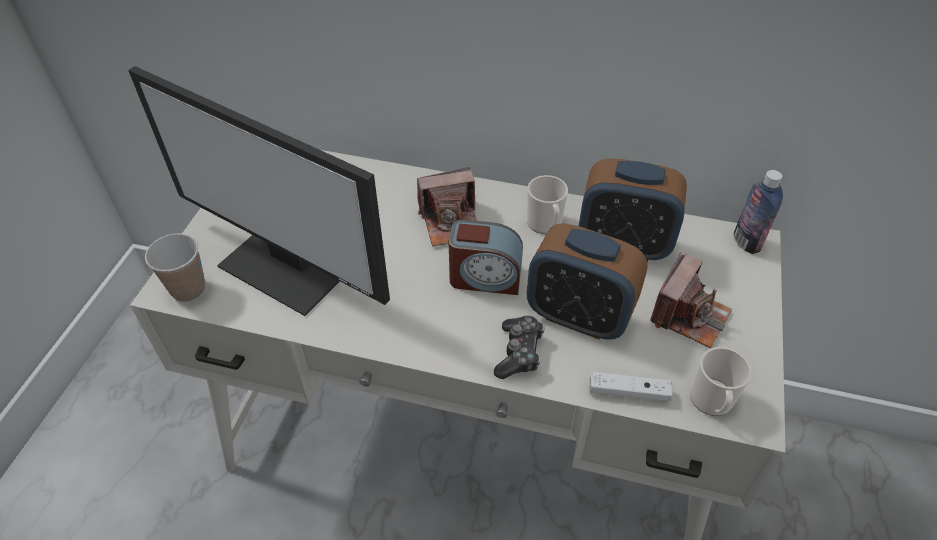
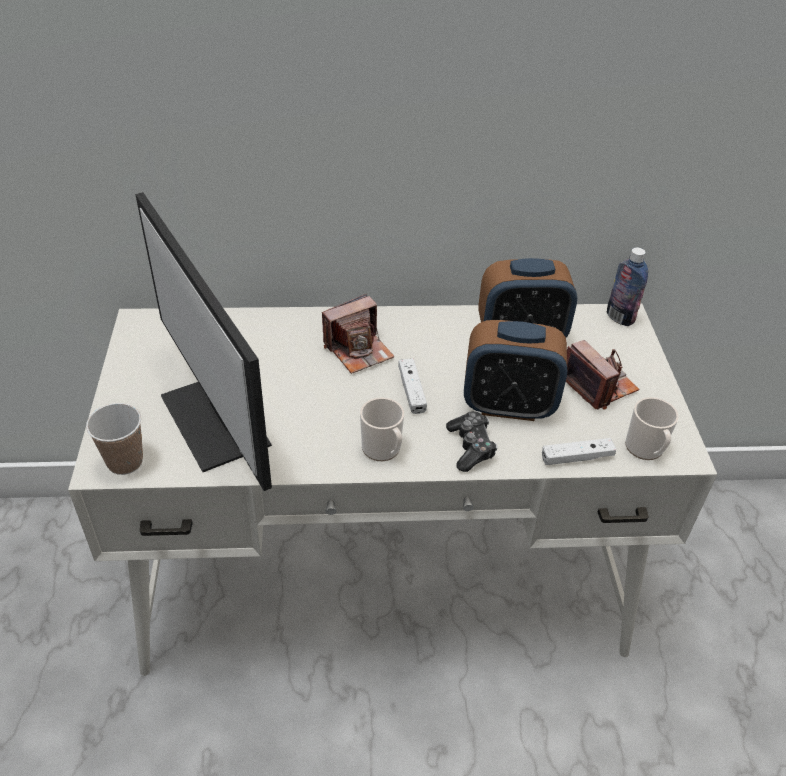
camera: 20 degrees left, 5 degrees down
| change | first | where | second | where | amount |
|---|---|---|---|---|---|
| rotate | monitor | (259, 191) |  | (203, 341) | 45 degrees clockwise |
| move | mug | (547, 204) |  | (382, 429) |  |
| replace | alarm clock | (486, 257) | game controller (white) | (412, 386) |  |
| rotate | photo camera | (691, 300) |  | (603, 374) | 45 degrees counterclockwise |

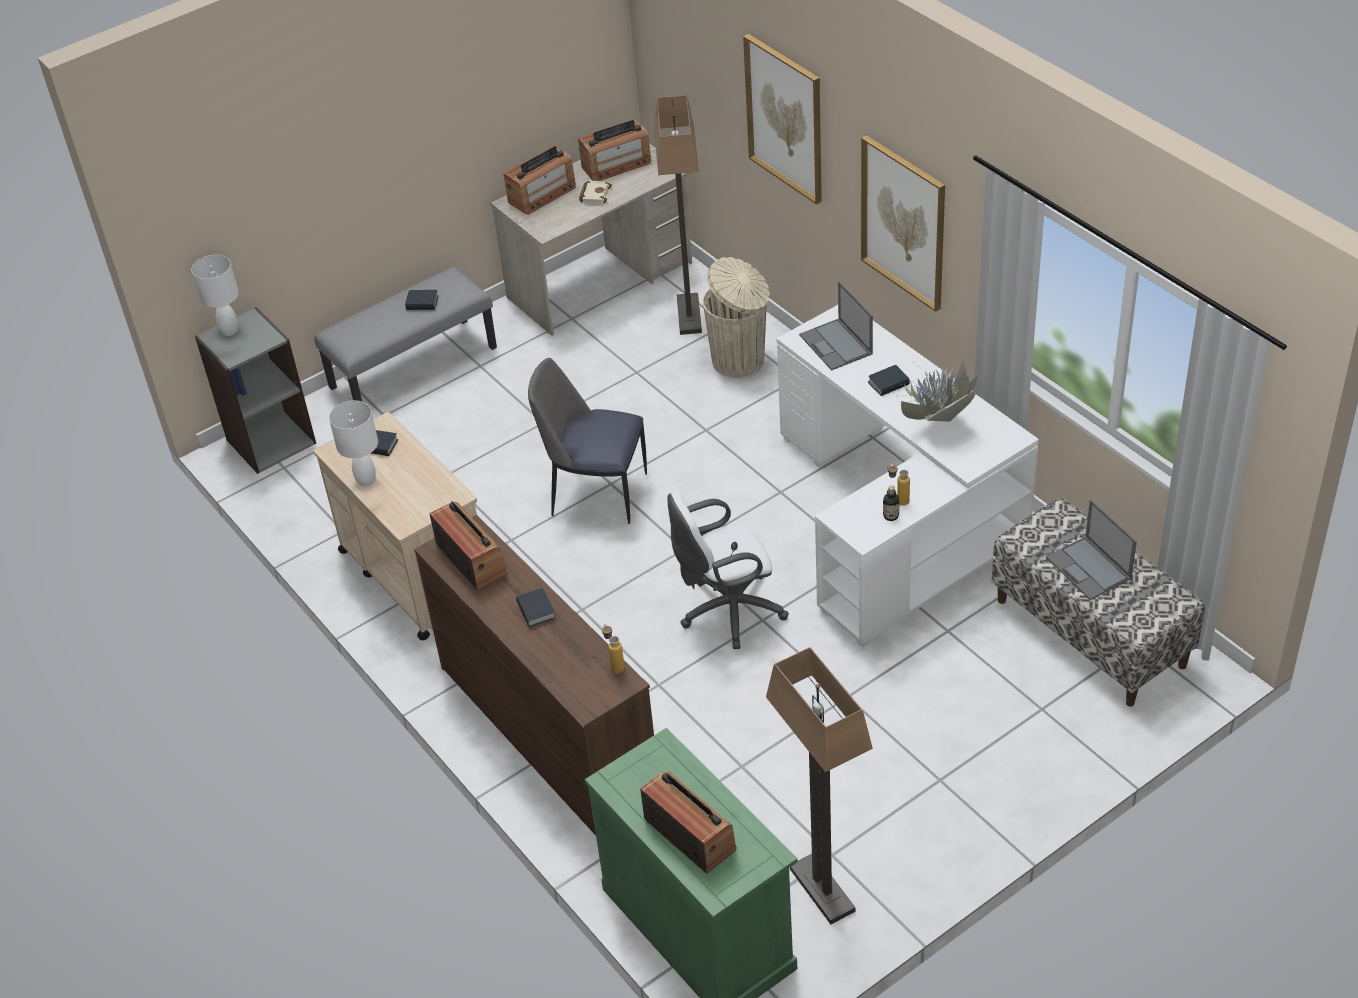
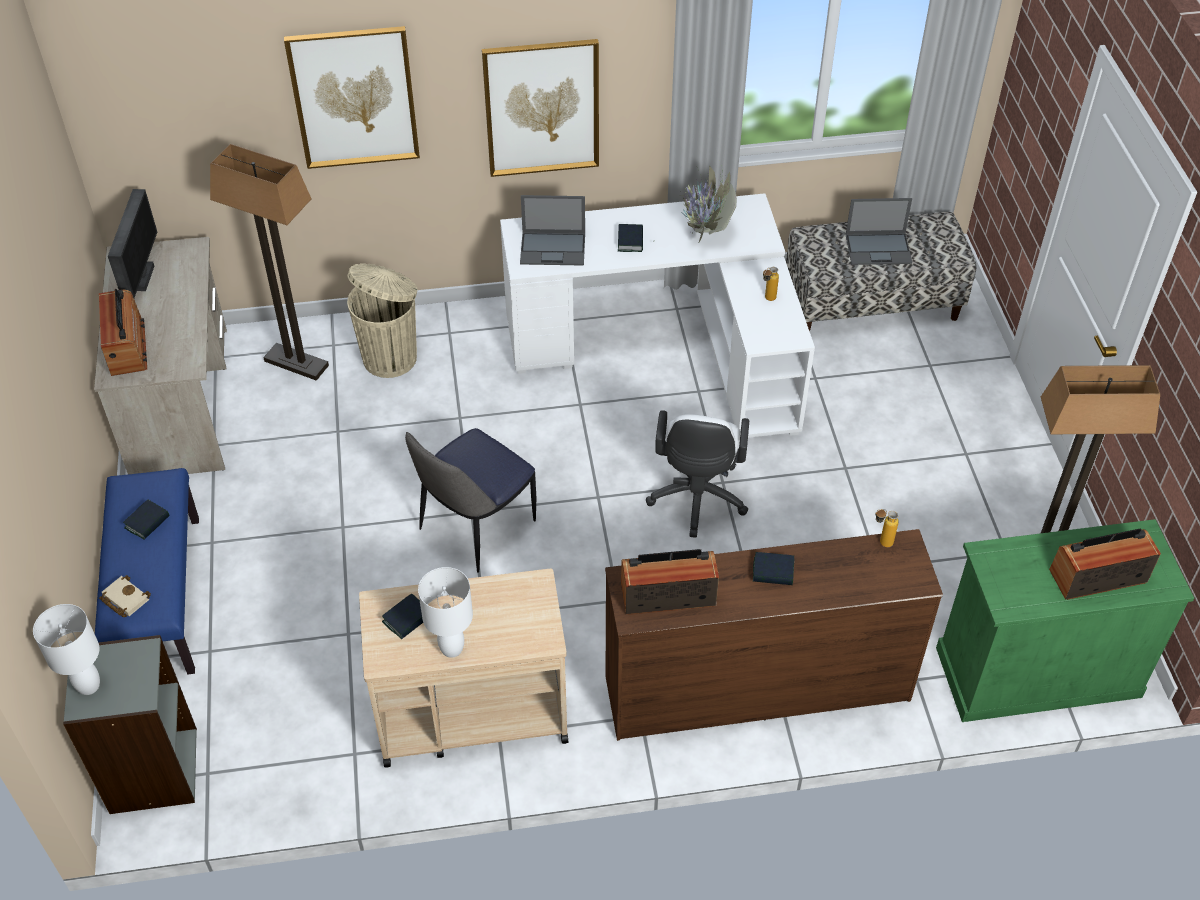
camera: 65 degrees left, 5 degrees up
| change | first | where | second | where | amount |
|---|---|---|---|---|---|
| replace | radio | (614, 150) | monitor | (132, 243) |  |
| move | book (beige) | (595, 192) |  | (125, 596) |  |
| recolor | bench (grey) | (405, 334) | bench (blue) | (147, 571) |  |
| delete | bottle | (891, 503) |  |  |  |

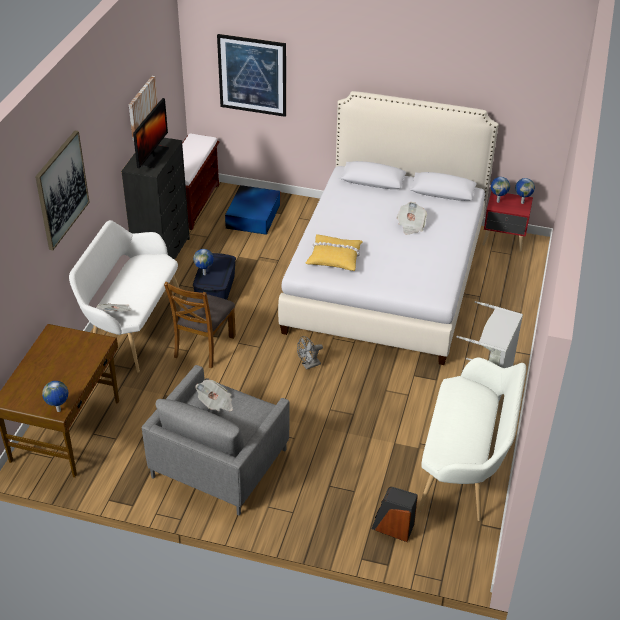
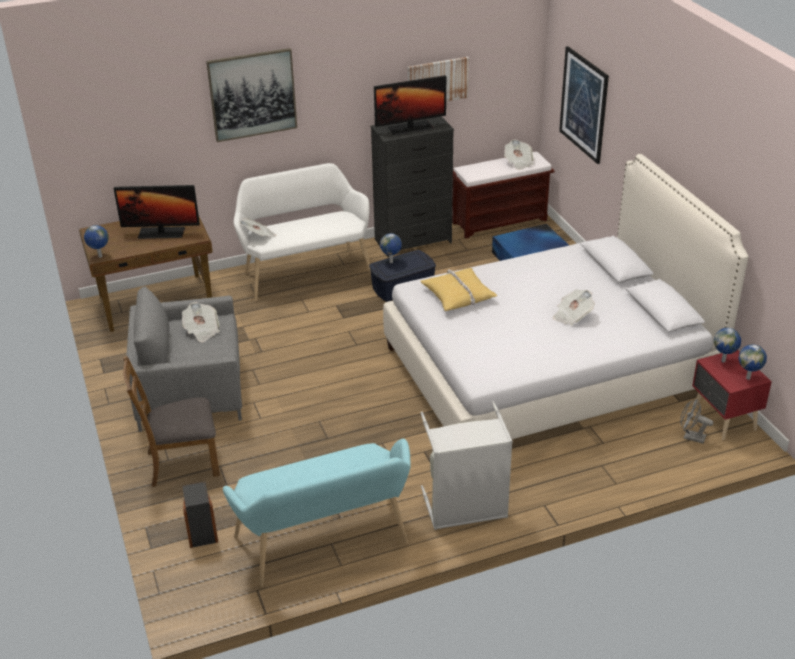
camera: 55 degrees right, 5 degrees down
| change | first | where | second | where | amount |
|---|---|---|---|---|---|
| move | chair (brown) | (200, 325) |  | (171, 421) |  |
| move | fan (grey) | (310, 353) |  | (696, 421) |  |
| recolor | bench (white) | (471, 439) | bench (turquoise) | (317, 513) |  |
| insert |  |  | newspaper | (519, 154) |  |
| insert |  |  | monitor | (157, 212) |  |

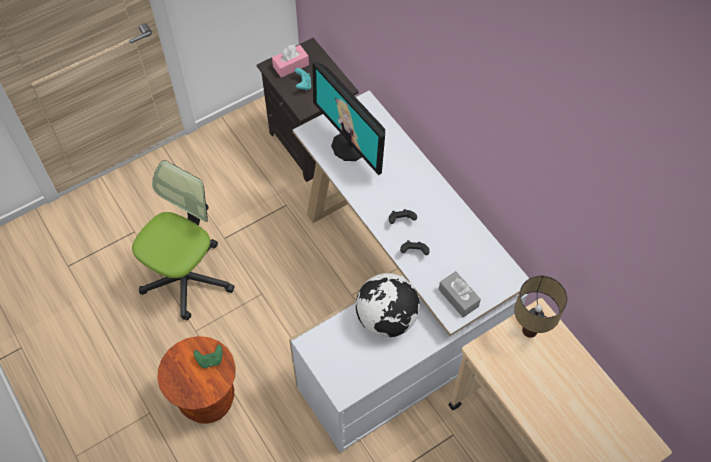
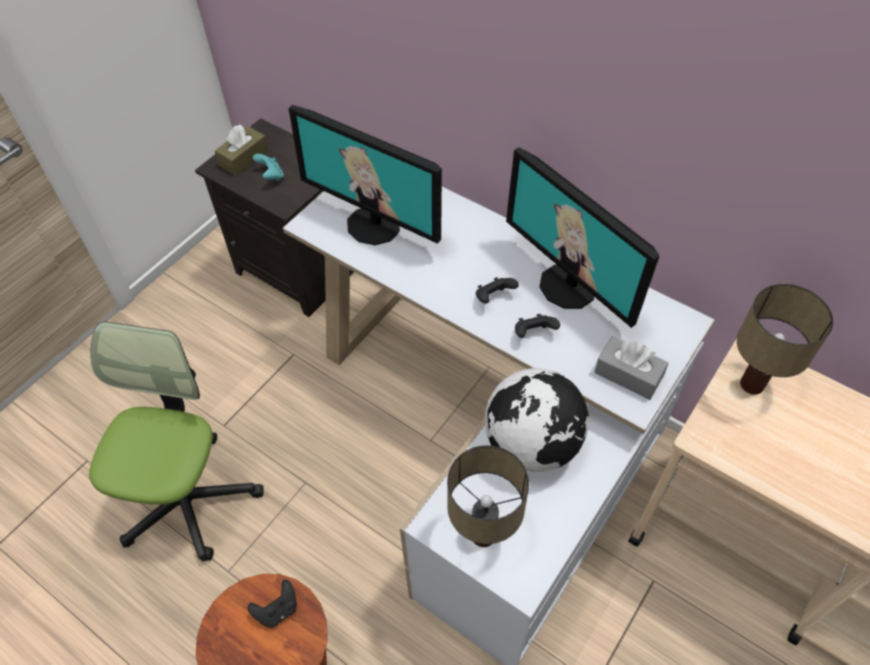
camera: 20 degrees left, 5 degrees down
| change | first | where | second | where | amount |
|---|---|---|---|---|---|
| recolor | tissue box (pink) | (290, 61) | tissue box (brown) | (242, 150) |  |
| recolor | game controller (green) | (208, 356) | game controller (black) | (272, 604) |  |
| insert |  |  | monitor | (582, 237) |  |
| insert |  |  | table lamp | (488, 496) |  |

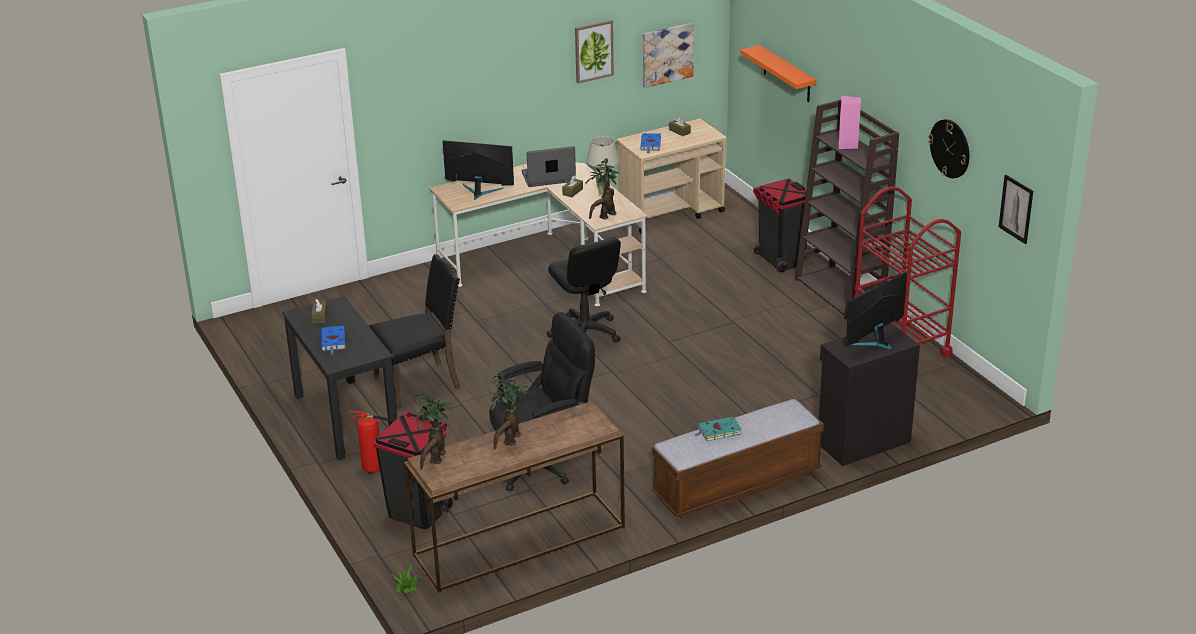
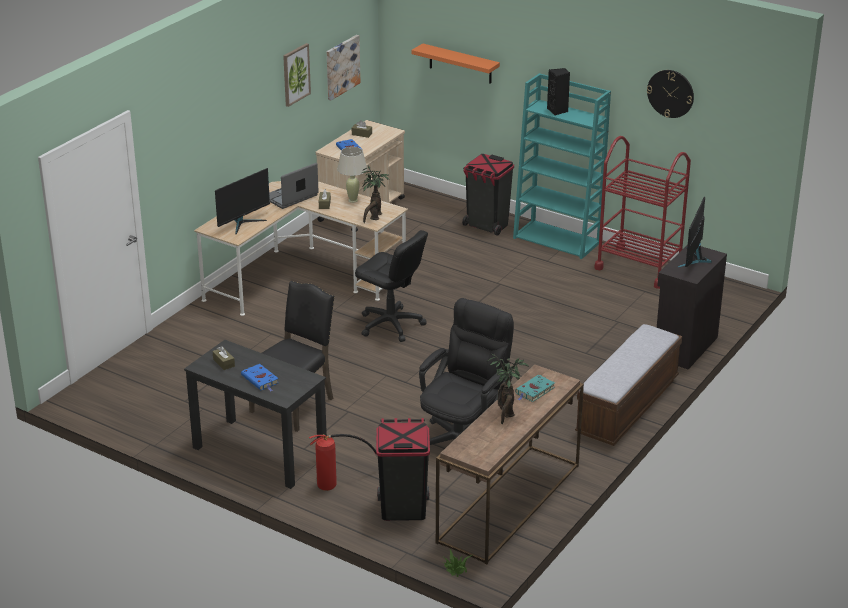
camera: 30 degrees left, 0 degrees up
| change | first | where | second | where | amount |
|---|---|---|---|---|---|
| recolor | speaker (pink) | (850, 122) | speaker (black) | (558, 92) |  |
| recolor | bookcase (brown) | (847, 210) | bookcase (turquoise) | (562, 166) |  |
| rotate | monitor | (478, 170) |  | (242, 201) | 150 degrees clockwise |
| delete | picture | (1016, 209) |  |  |  |
| delete | potted plant | (433, 429) |  |  |  |
| move | book (turquoise) | (718, 429) |  | (535, 388) |  |

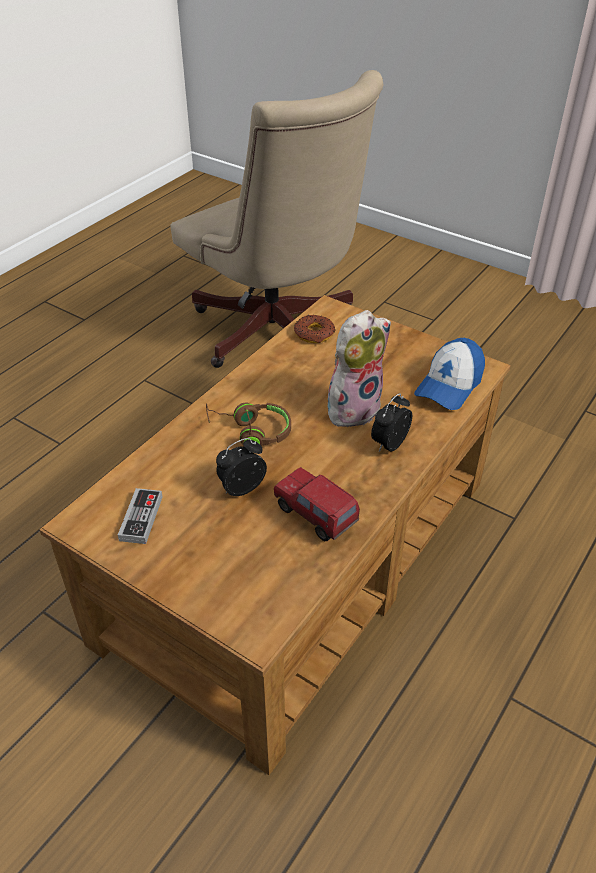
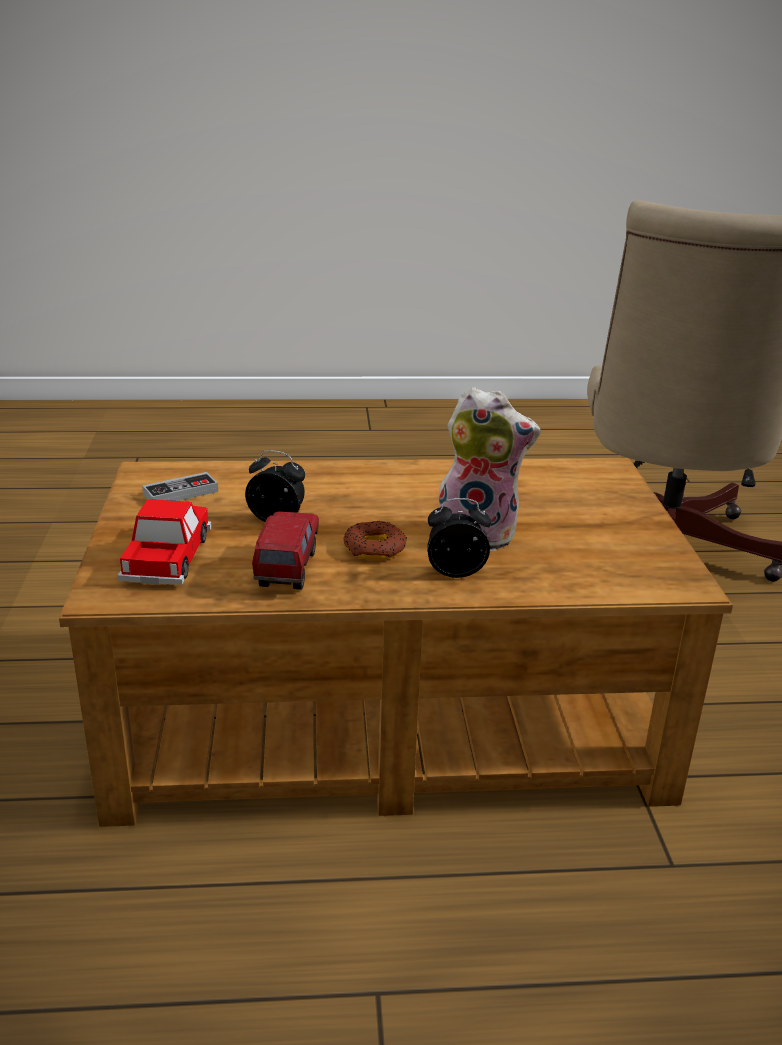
camera: 50 degrees right, 15 degrees down
| change | first | where | second | where | amount |
|---|---|---|---|---|---|
| move | donut | (314, 329) |  | (375, 541) |  |
| delete | cap | (449, 374) |  |  |  |
| delete | headphones (brown) | (248, 424) |  |  |  |
| insert |  |  | toy car | (165, 542) |  |

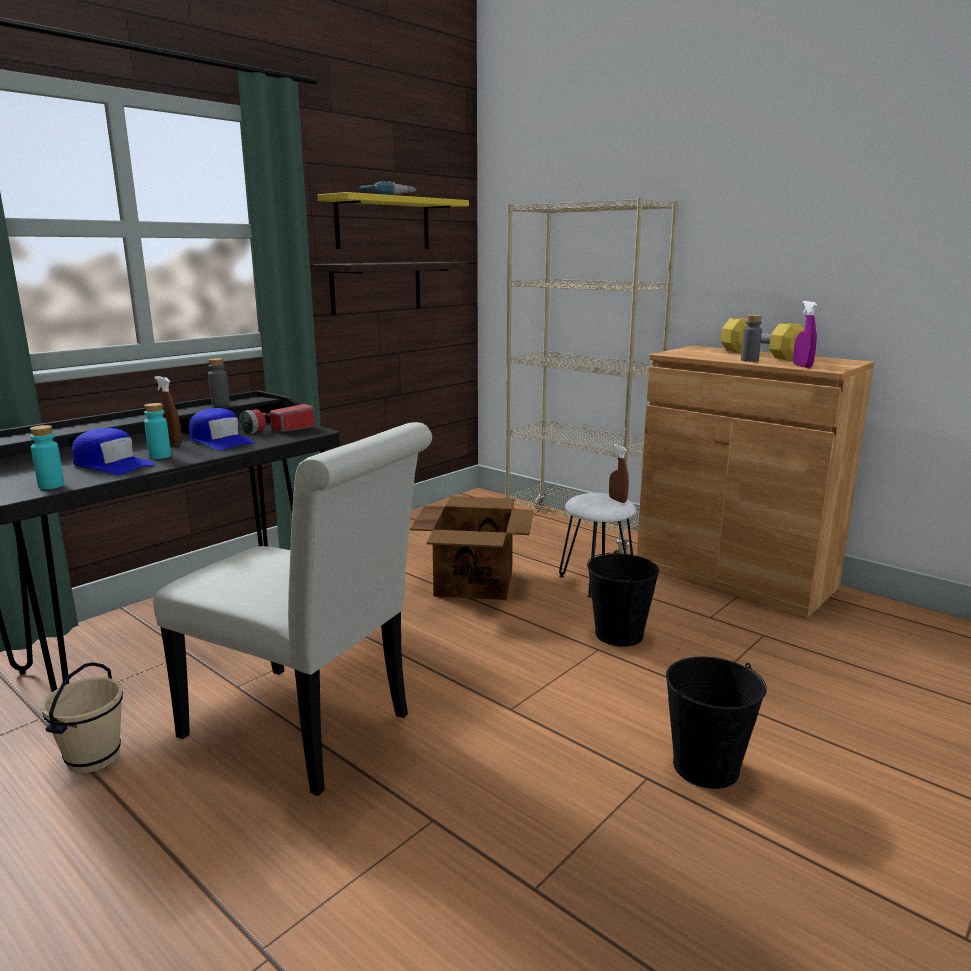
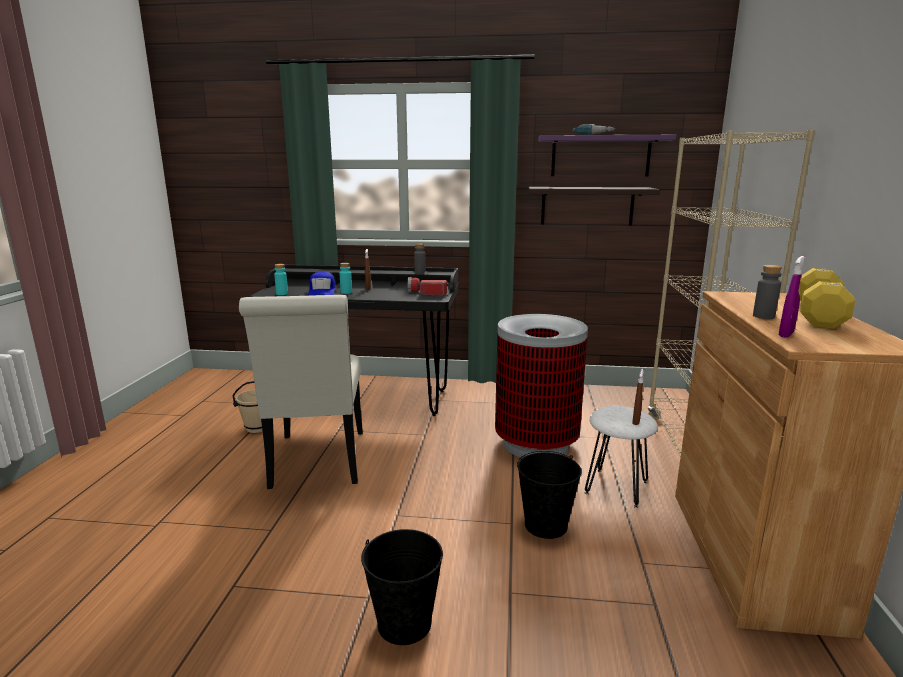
camera: 55 degrees right, 0 degrees up
| change | first | where | second | where | amount |
|---|---|---|---|---|---|
| recolor | shelf (yellow) | (393, 220) | shelf (purple) | (607, 155) |  |
| delete | cap (blue) | (222, 429) |  |  |  |
| replace | cardboard box | (471, 548) | trash can | (541, 386) |  |

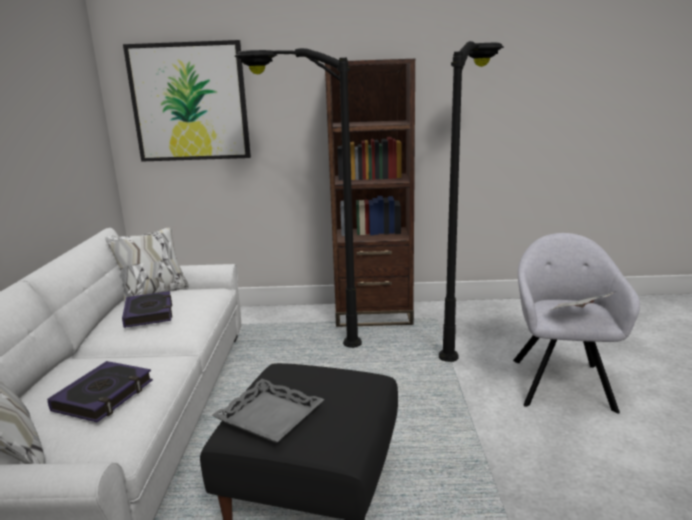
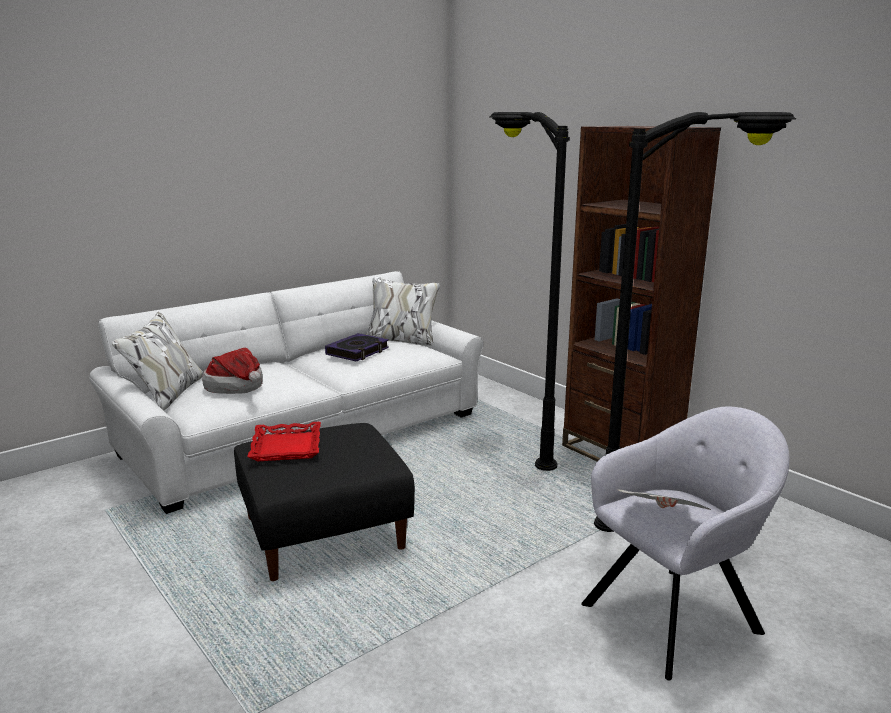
camera: 50 degrees right, 0 degrees up
| change | first | where | second | where | amount |
|---|---|---|---|---|---|
| delete | picture | (187, 101) |  |  |  |
| replace | book | (100, 391) | hat | (232, 370) |  |
| recolor | tray (grey) | (268, 411) | tray (red) | (284, 441) |  |

